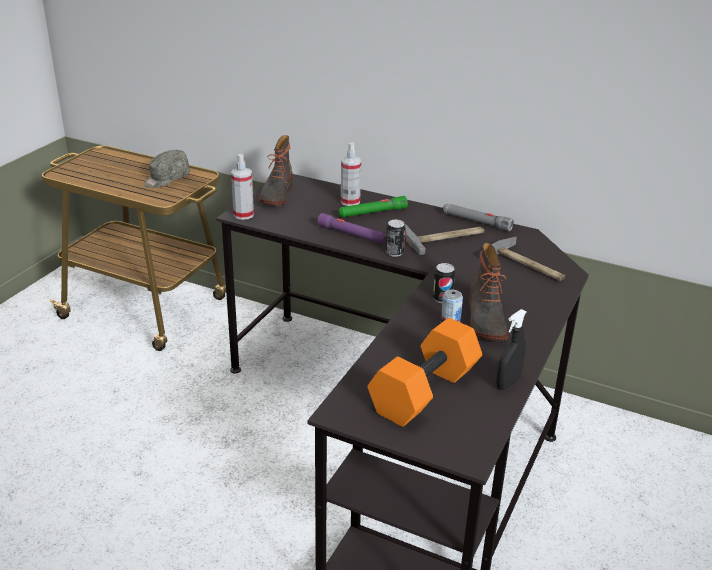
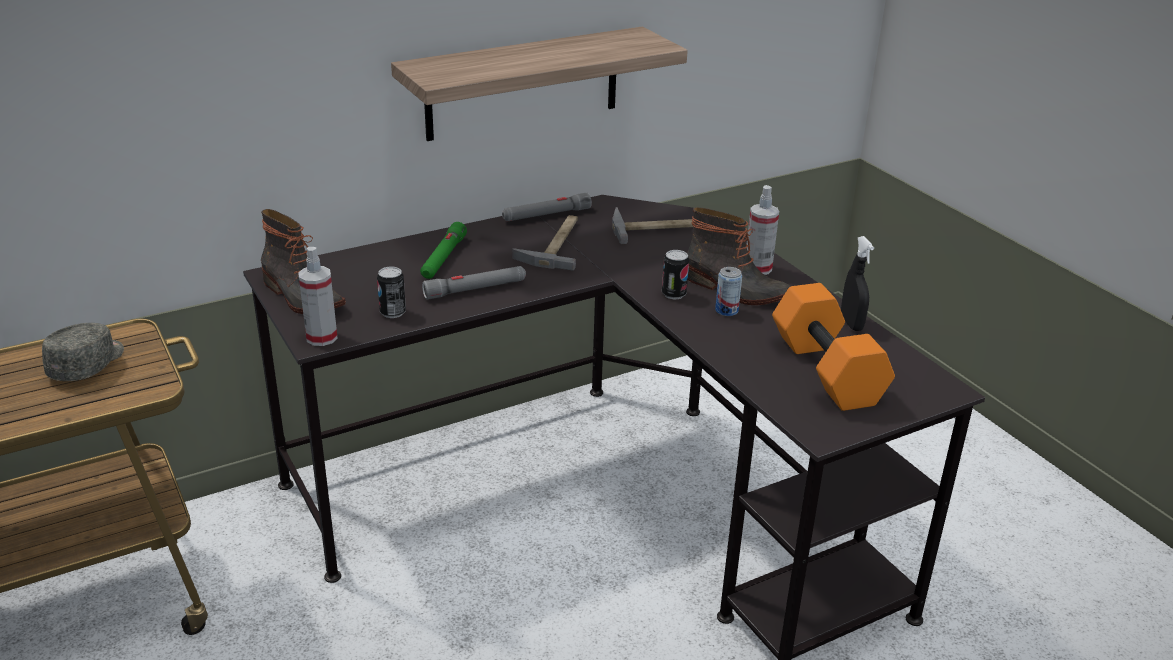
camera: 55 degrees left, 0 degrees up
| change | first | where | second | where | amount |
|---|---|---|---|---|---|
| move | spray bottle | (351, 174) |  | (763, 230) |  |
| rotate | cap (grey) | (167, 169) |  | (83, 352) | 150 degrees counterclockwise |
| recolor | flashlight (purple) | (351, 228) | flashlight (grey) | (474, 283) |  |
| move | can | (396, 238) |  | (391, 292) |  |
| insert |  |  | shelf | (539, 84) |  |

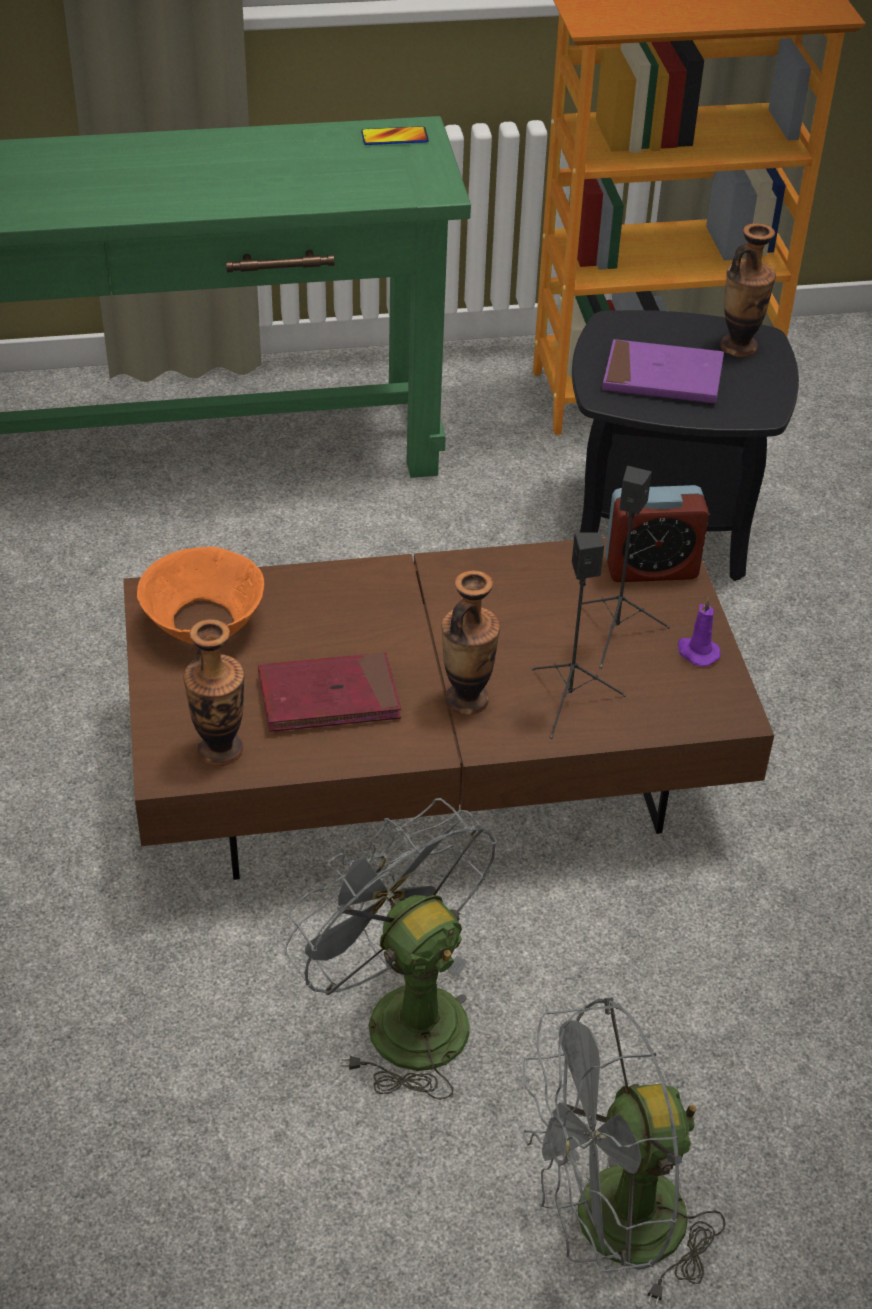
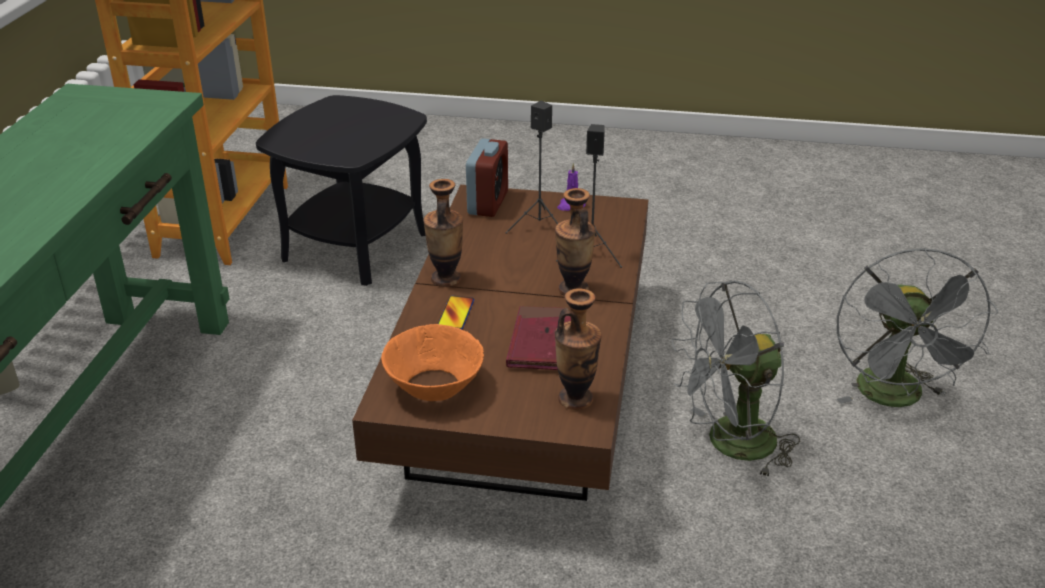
camera: 70 degrees left, 10 degrees down
| change | first | where | second | where | amount |
|---|---|---|---|---|---|
| move | phone | (395, 135) |  | (456, 312) |  |
| move | vase | (748, 290) |  | (443, 233) |  |
| delete | book (purple) | (663, 371) |  |  |  |

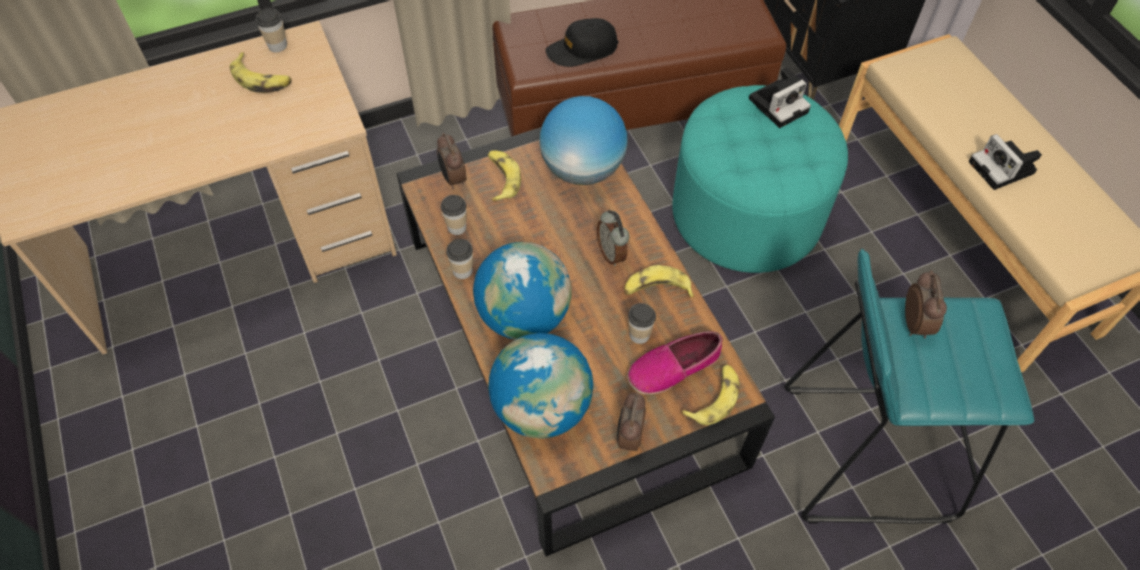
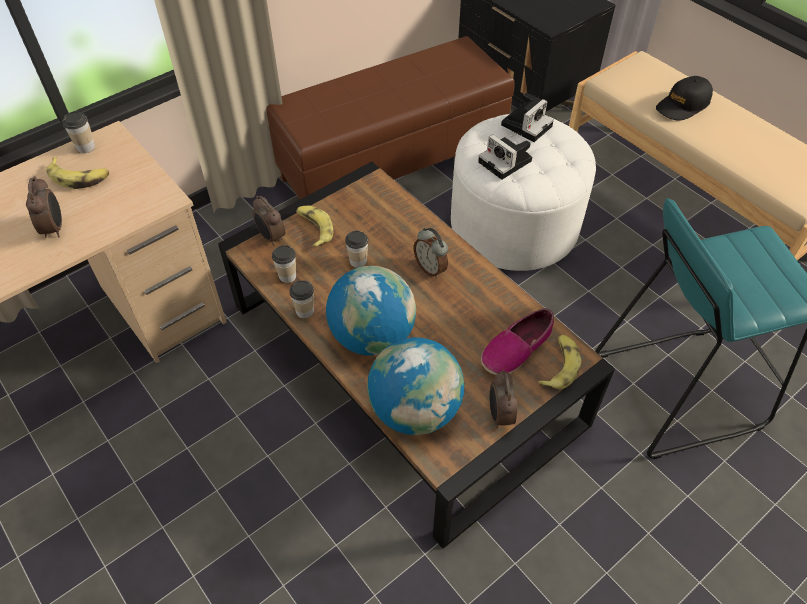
camera: 15 degrees left, 5 degrees down
| change | first | where | second | where | amount |
|---|---|---|---|---|---|
| move | cap (black) | (582, 42) |  | (684, 98) |  |
| recolor | ottoman (turquoise) | (760, 179) | ottoman (white) | (523, 192) |  |
| delete | globe | (583, 140) |  |  |  |
| move | photo camera | (1005, 162) |  | (505, 157) |  |
| delete | banana | (659, 281) |  |  |  |
| move | alarm clock | (926, 304) |  | (44, 207) |  |
| move | cup | (642, 323) |  | (356, 249) |  |

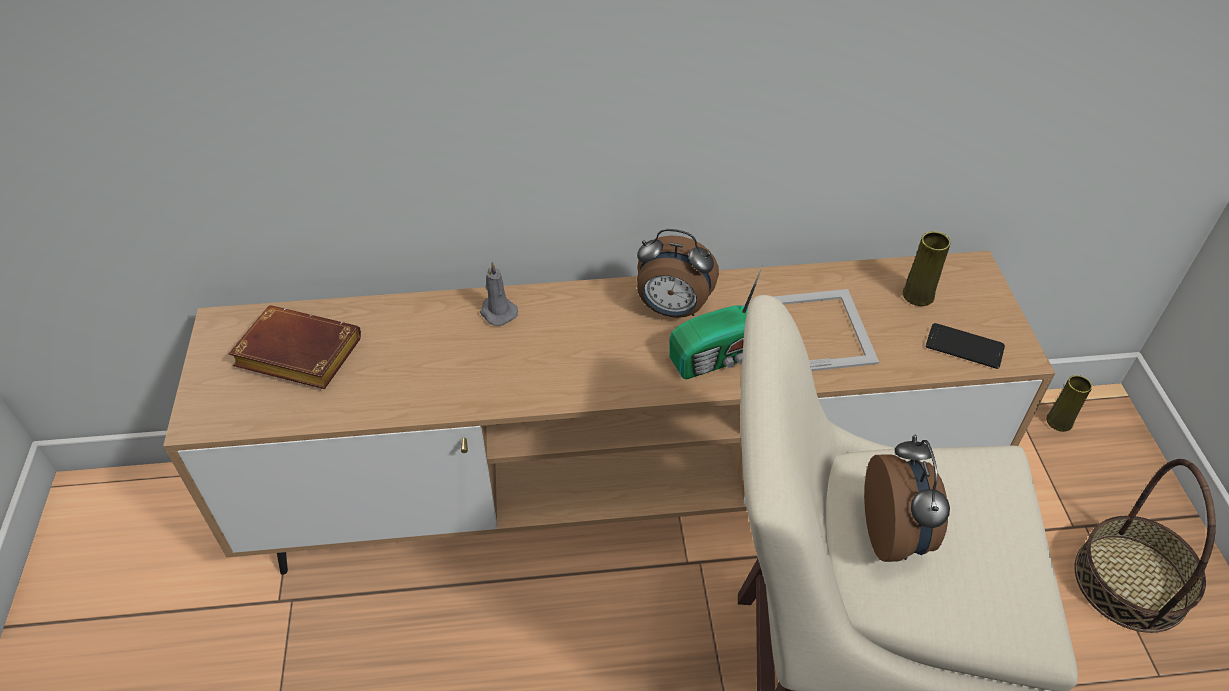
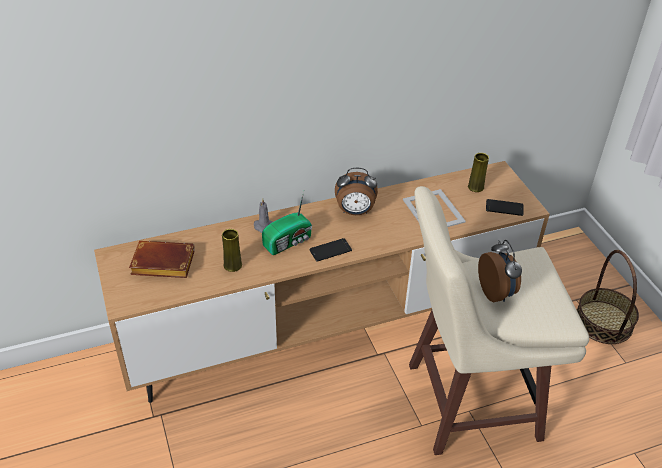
camera: 15 degrees left, 5 degrees down
| change | first | where | second | where | amount |
|---|---|---|---|---|---|
| move | radio | (716, 322) |  | (287, 223) |  |
| move | vase (yellow) | (1069, 403) |  | (232, 250) |  |
| insert |  |  | phone | (330, 249) |  |

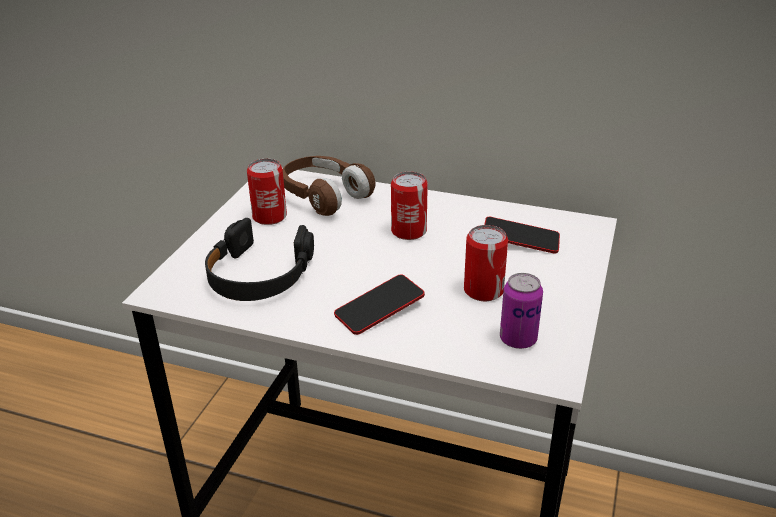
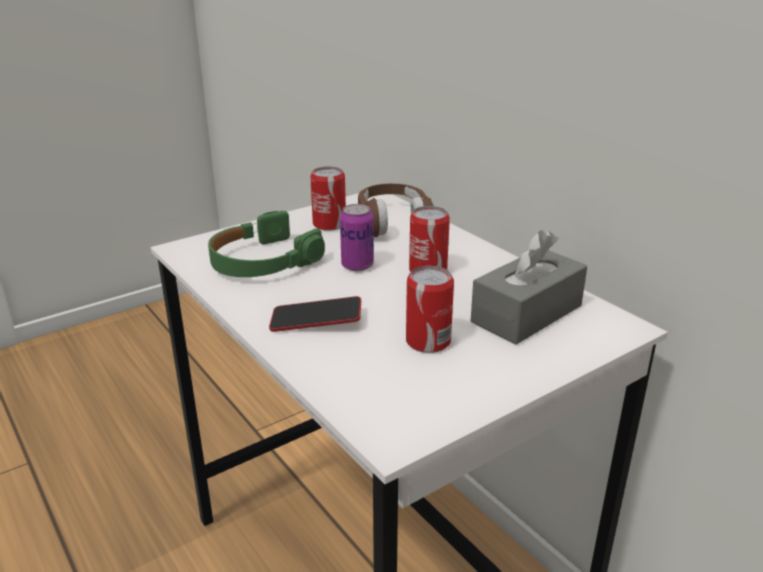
camera: 35 degrees right, 5 degrees down
| change | first | where | second | where | amount |
|---|---|---|---|---|---|
| replace | phone | (522, 235) | tissue box (grey) | (529, 287) |  |
| recolor | headphones (black) | (259, 259) | headphones (green) | (266, 244) |  |
| move | can | (521, 311) |  | (357, 237) |  |

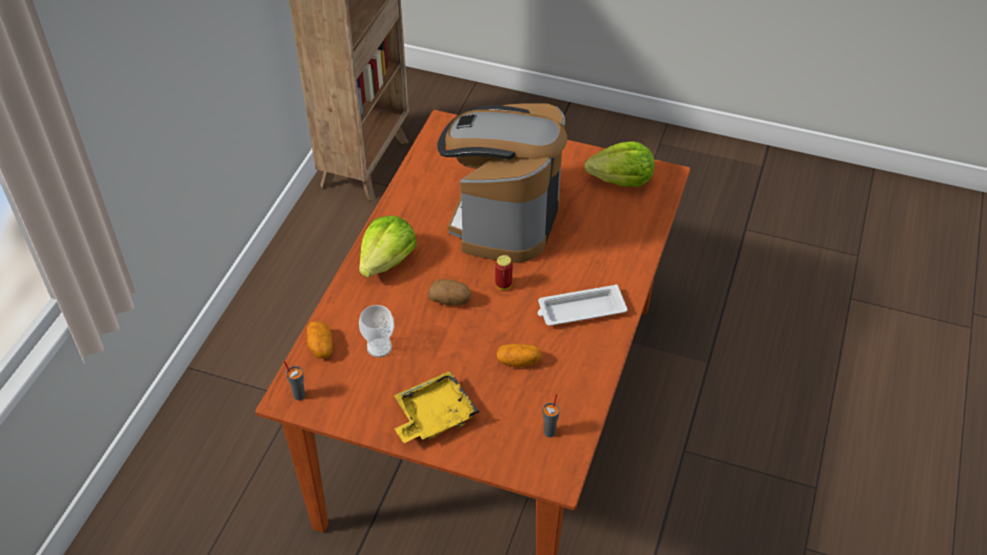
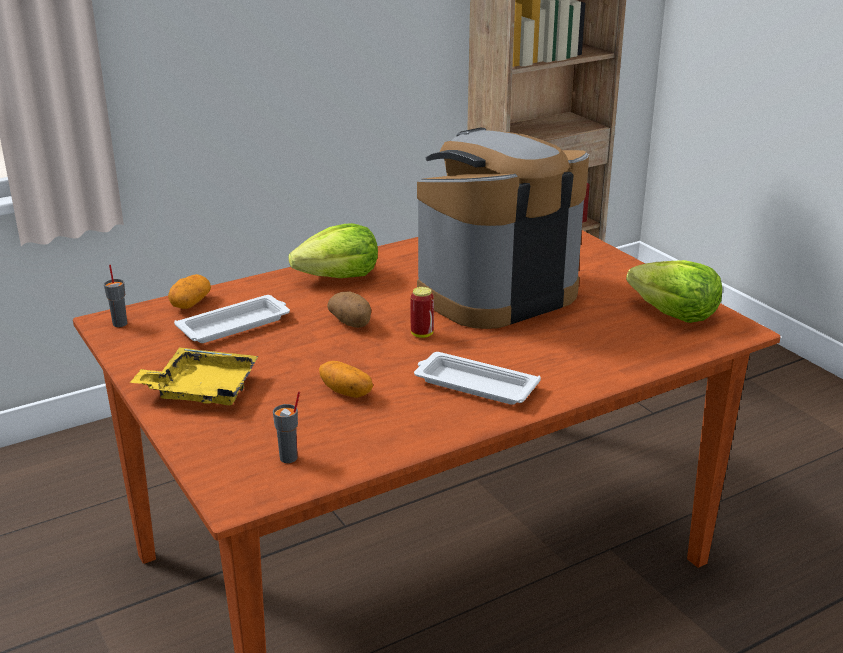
camera: 40 degrees right, 20 degrees down
| change | first | where | second | where | amount |
|---|---|---|---|---|---|
| replace | cup | (376, 331) | tray (white) | (232, 319) |  |

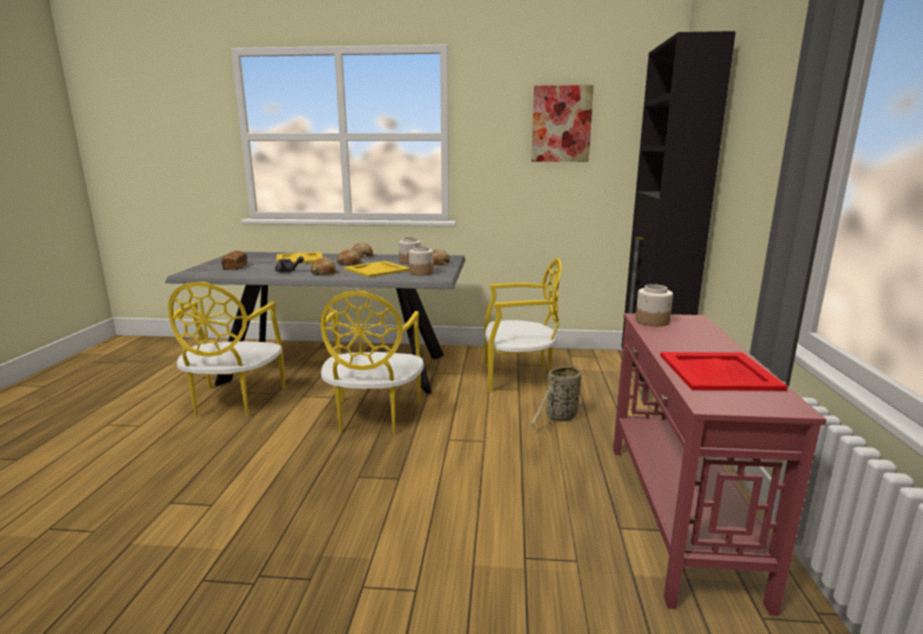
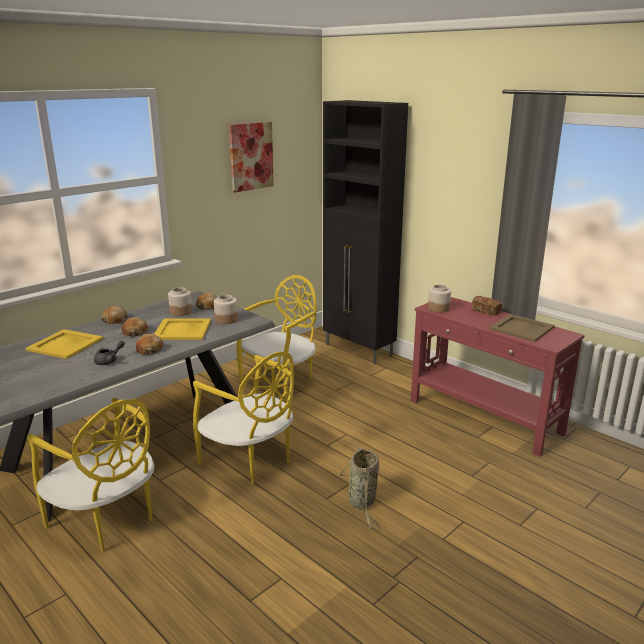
camera: 50 degrees left, 5 degrees up
| change | first | where | second | where | amount |
|---|---|---|---|---|---|
| move | bread | (234, 260) |  | (486, 306) |  |
| recolor | tray (red) | (724, 371) | tray (beige) | (522, 328) |  |
| move | basket | (557, 398) |  | (358, 487) |  |

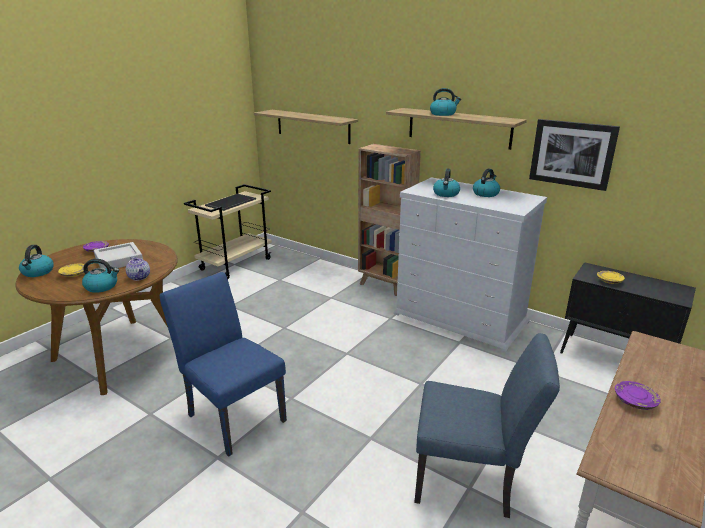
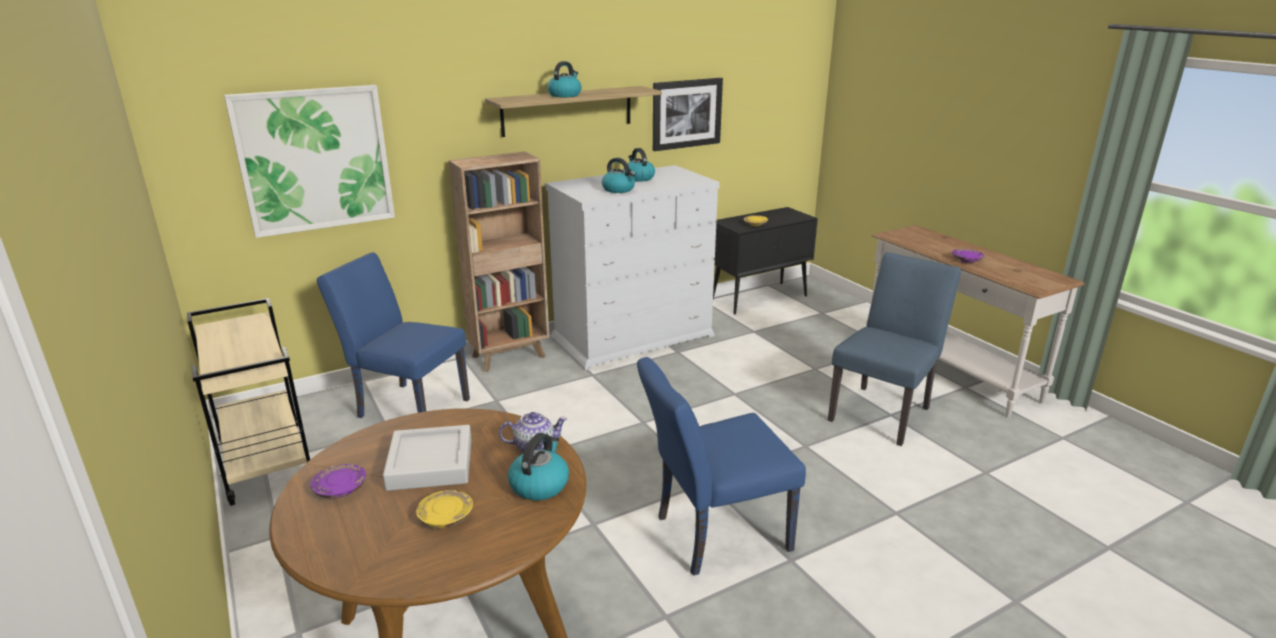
camera: 65 degrees left, 0 degrees up
| change | first | where | second | where | amount |
|---|---|---|---|---|---|
| replace | shelf | (306, 127) | picture | (309, 161) |  |
| delete | tray | (230, 202) |  |  |  |
| delete | kettle | (36, 261) |  |  |  |
| insert |  |  | chair (blue) | (393, 335) |  |

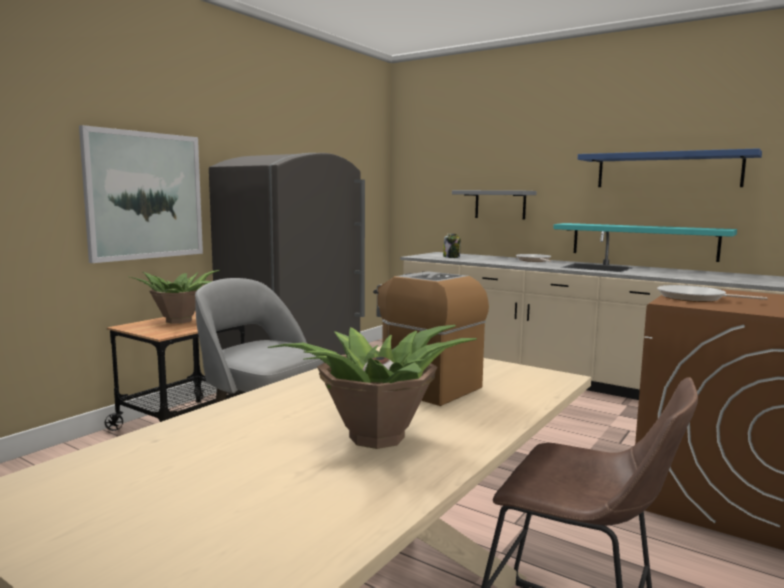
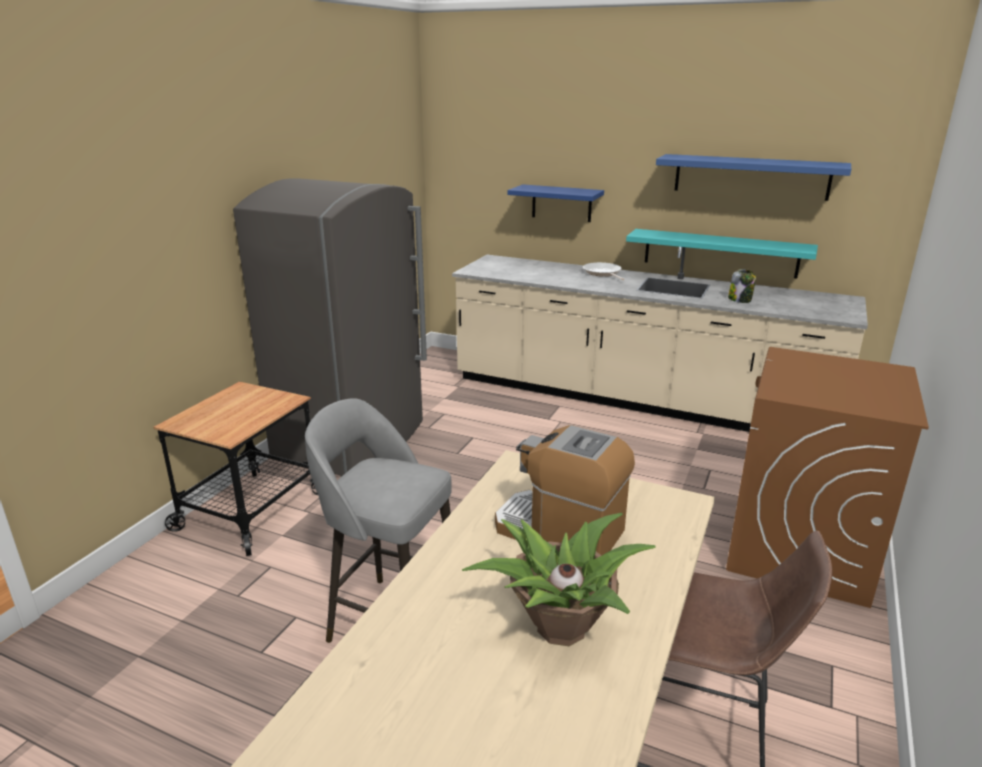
camera: 10 degrees left, 15 degrees up
| change | first | where | second | where | amount |
|---|---|---|---|---|---|
| delete | picture | (141, 194) |  |  |  |
| recolor | shelf (grey) | (494, 205) | shelf (blue) | (555, 203) |  |
| move | jar | (452, 246) |  | (742, 286) |  |
| delete | potted plant | (175, 297) |  |  |  |
| delete | frying pan | (712, 293) |  |  |  |

